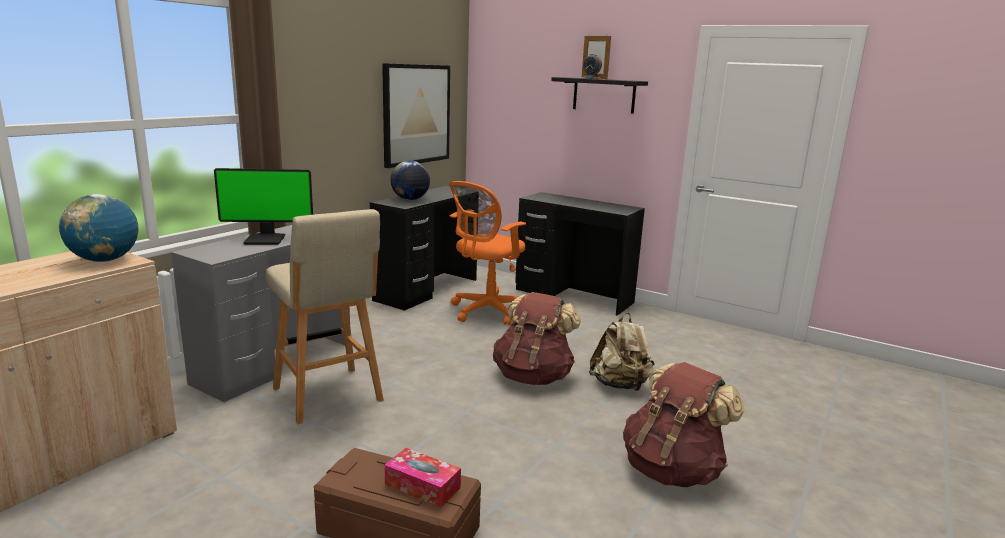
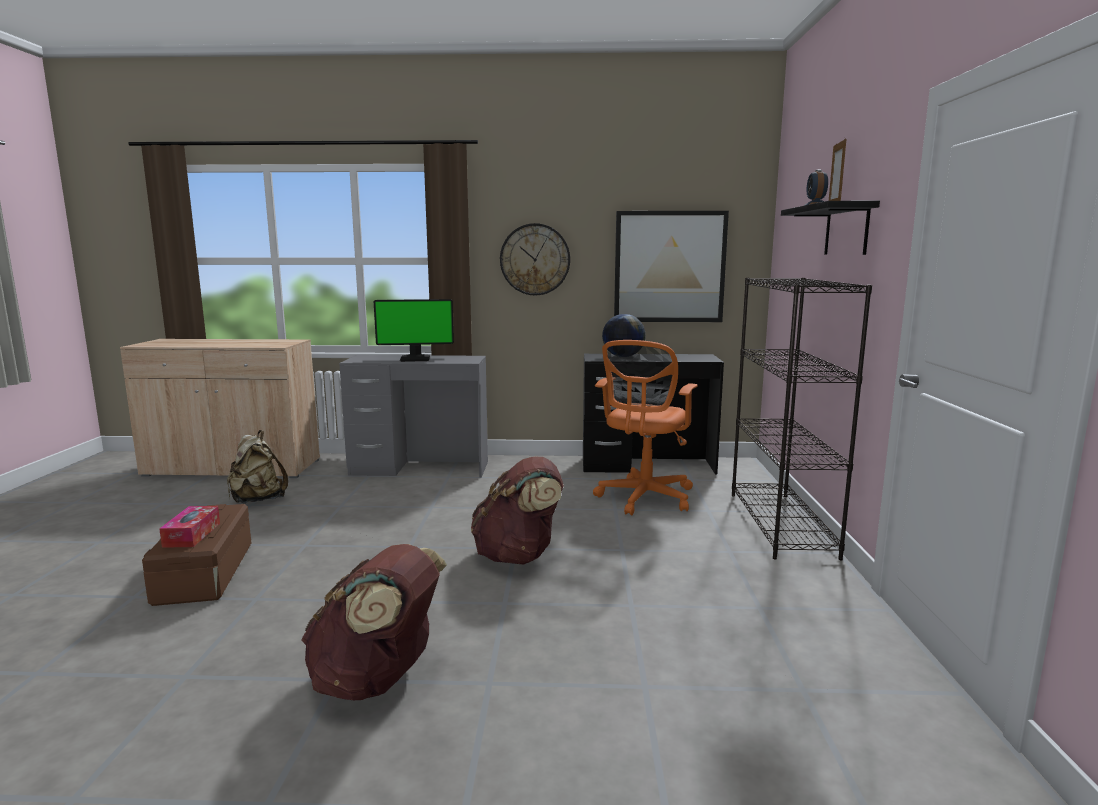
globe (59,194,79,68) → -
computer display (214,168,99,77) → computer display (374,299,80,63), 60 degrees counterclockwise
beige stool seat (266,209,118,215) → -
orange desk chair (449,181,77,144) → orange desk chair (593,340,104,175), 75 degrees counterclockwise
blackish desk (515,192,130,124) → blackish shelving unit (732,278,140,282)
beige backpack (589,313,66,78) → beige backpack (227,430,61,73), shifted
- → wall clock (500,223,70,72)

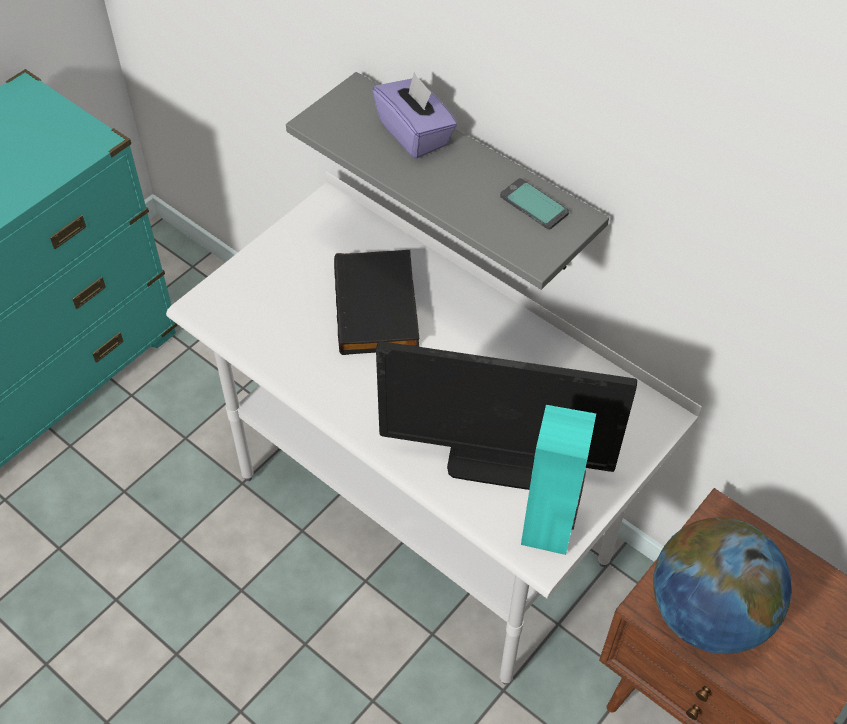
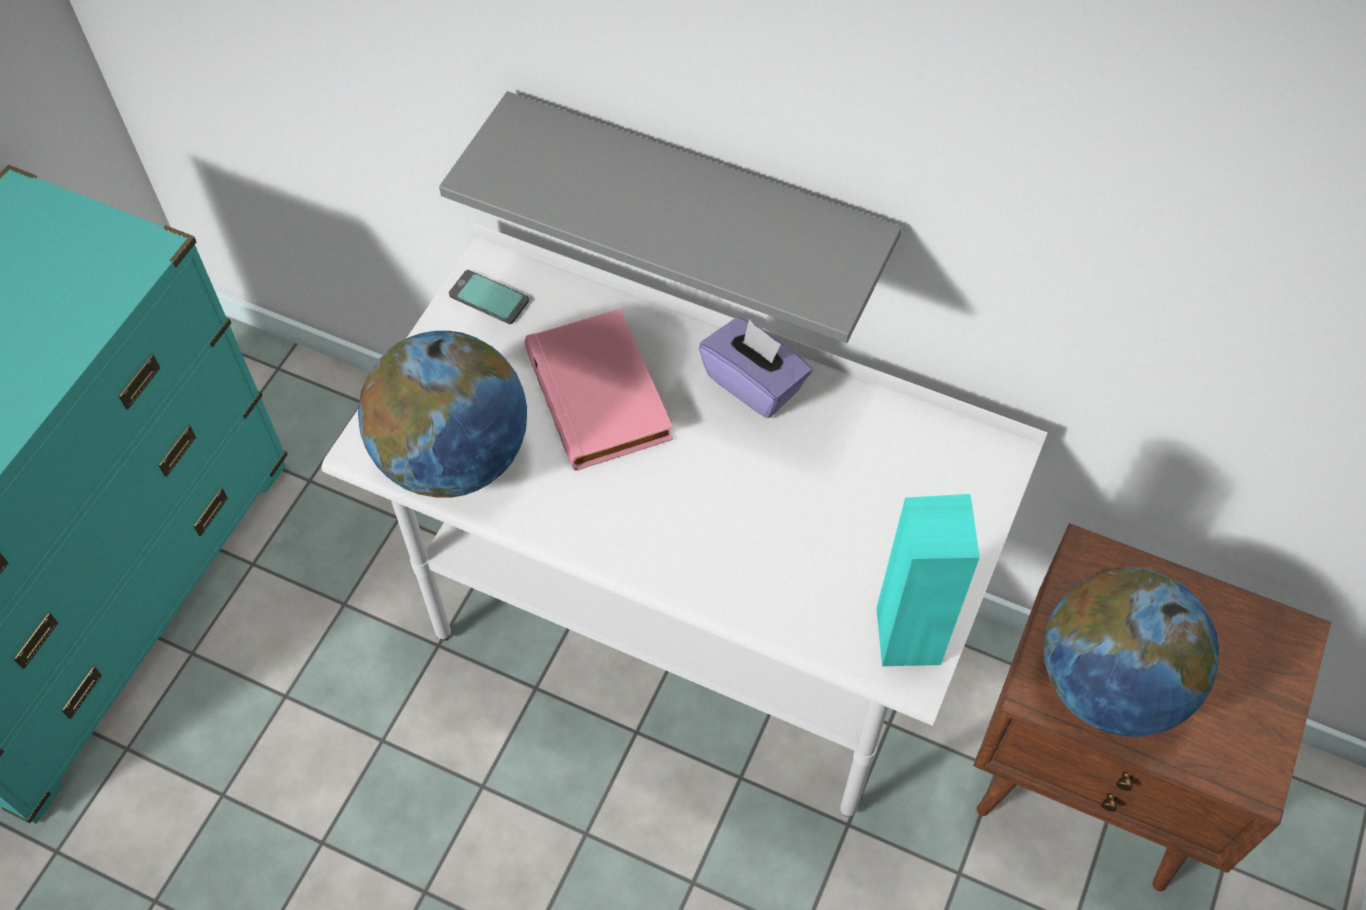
blackish volume (334,250,85,105) → pinkish volume (525,308,148,163)
purple-coloured tissue holder (373,72,84,87) → purple-coloured tissue holder (699,317,113,101), shifted
computer display (376,341,261,149) → -
telephone (500,178,69,51) → telephone (449,270,80,54), shifted
- → globe (358,331,169,167)

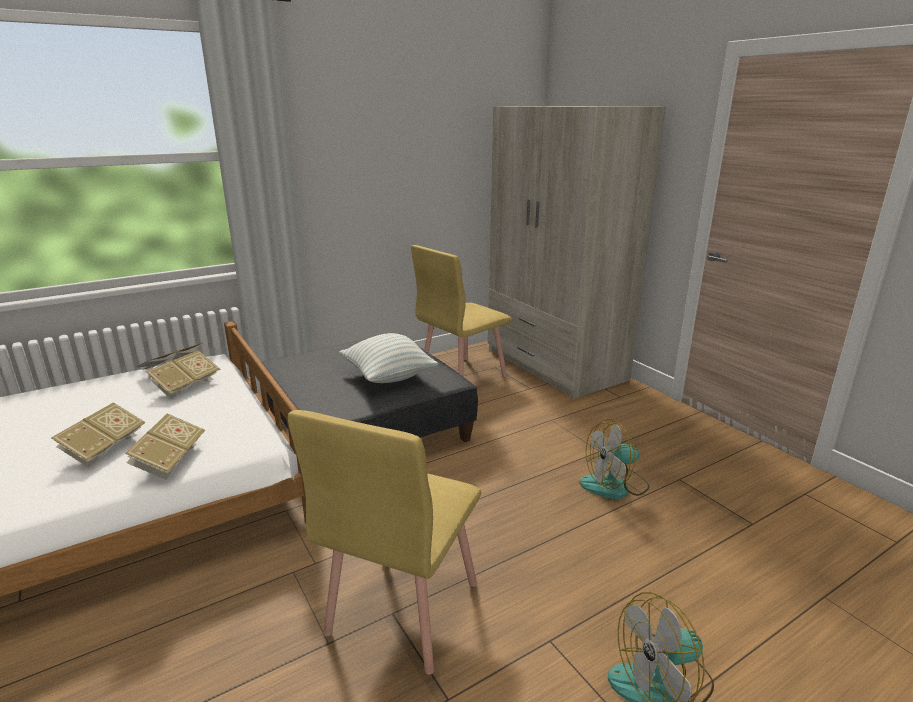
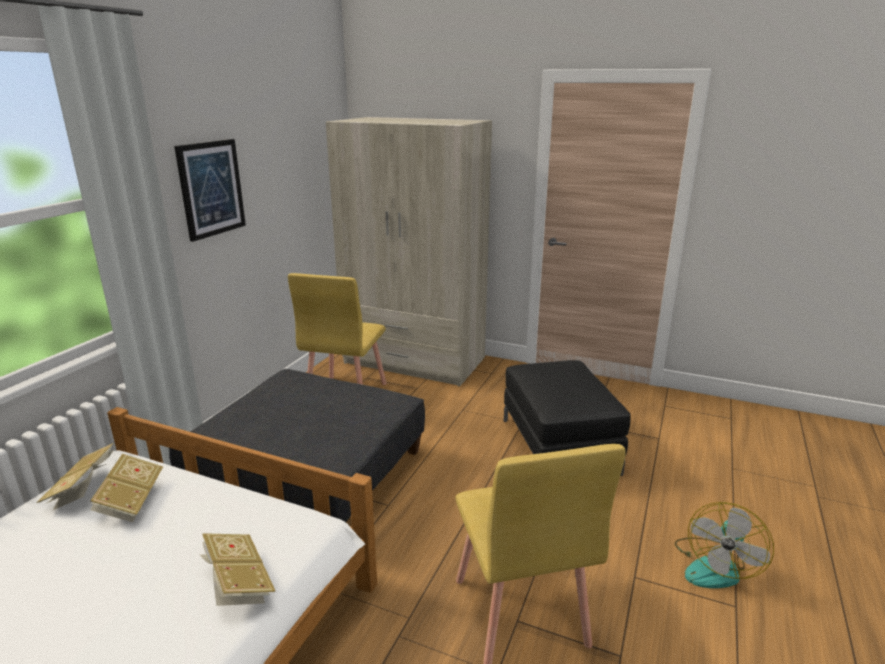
volume (51,402,95,65) → -
pillow (340,333,98,50) → -
cooling fan (579,419,71,80) → blackish ottoman (504,360,127,116)
- → picture (174,139,72,103)

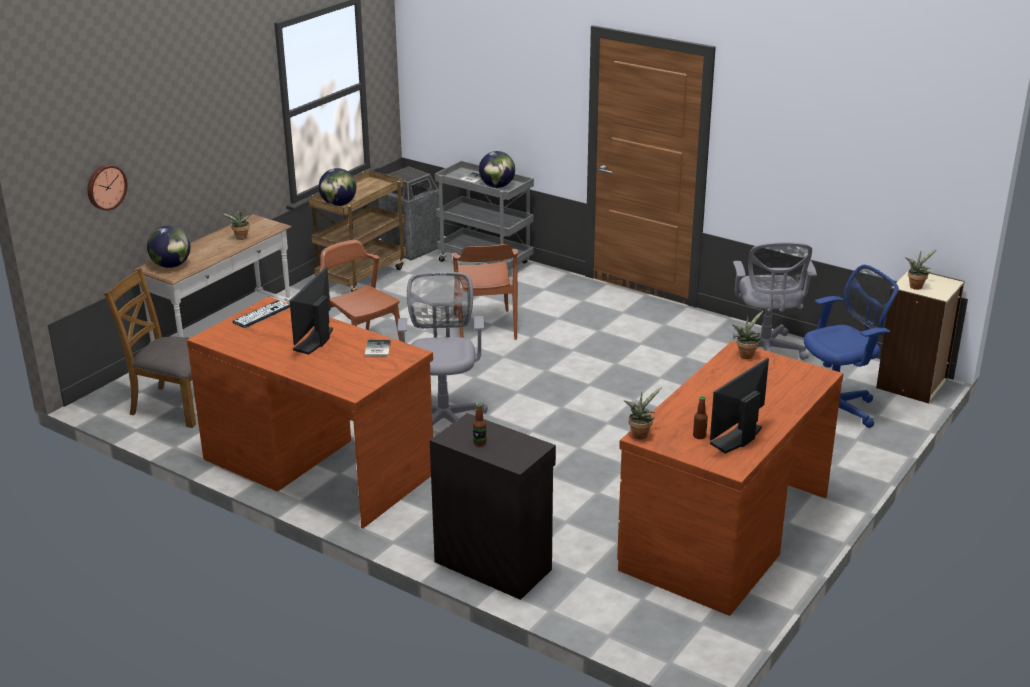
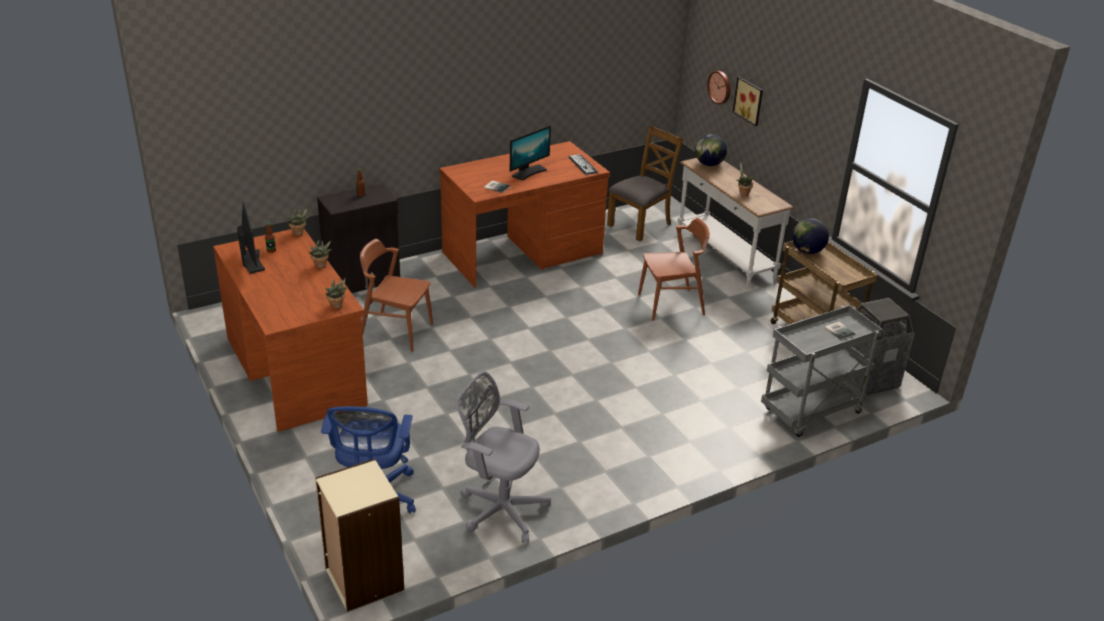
computer display (290,267,43,88) → computer display (510,125,41,56), 90 degrees clockwise
greyish desk chair (397,272,91,153) → -
brownish upright chair (452,244,66,96) → brownish upright chair (360,239,73,113), shifted
globe (479,151,36,37) → -
plant in a pot (905,249,32,41) → plant in a pot (309,240,23,28), shifted
- → picture (733,77,30,49)

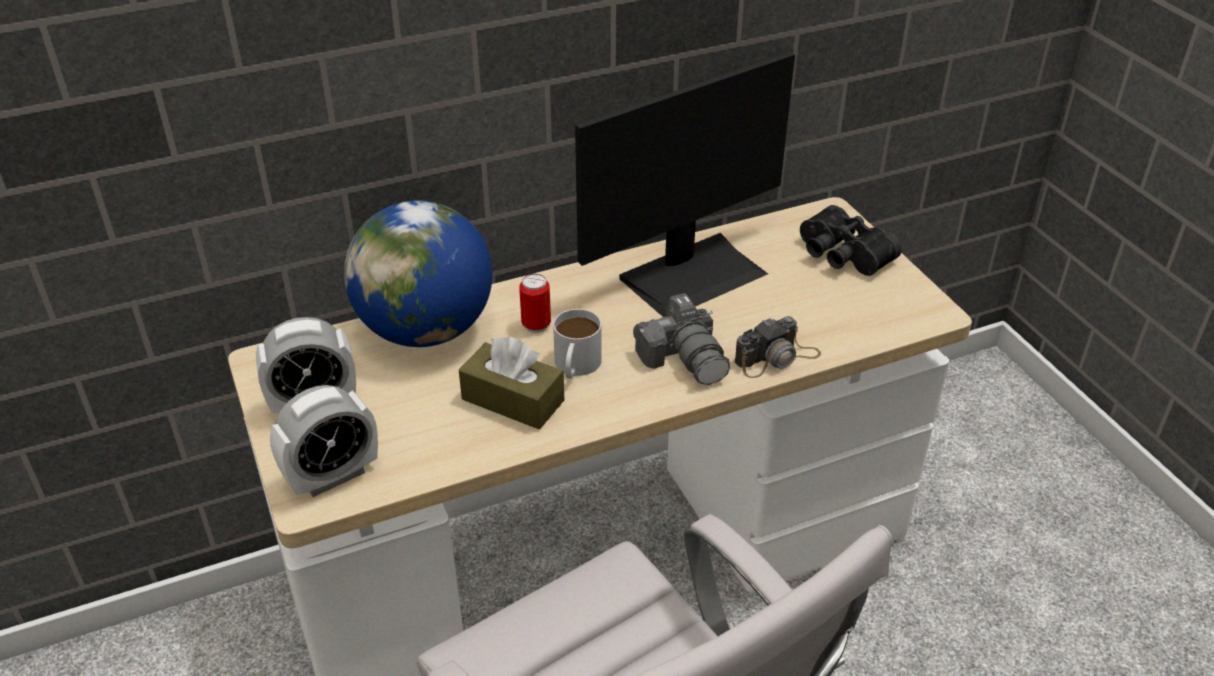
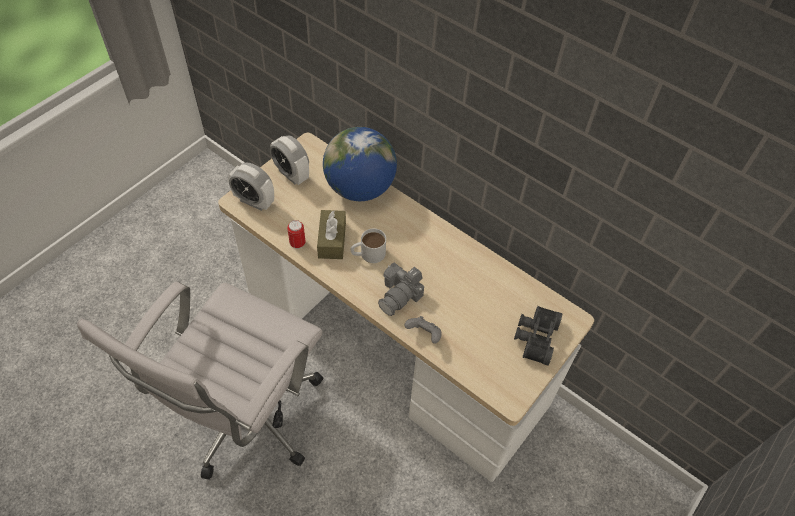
metal can (519,274,32,59) → metal can (287,220,19,29), shifted
computer display (575,52,220,265) → -
photo camera (734,316,87,62) → greyish game controller (405,316,37,28)

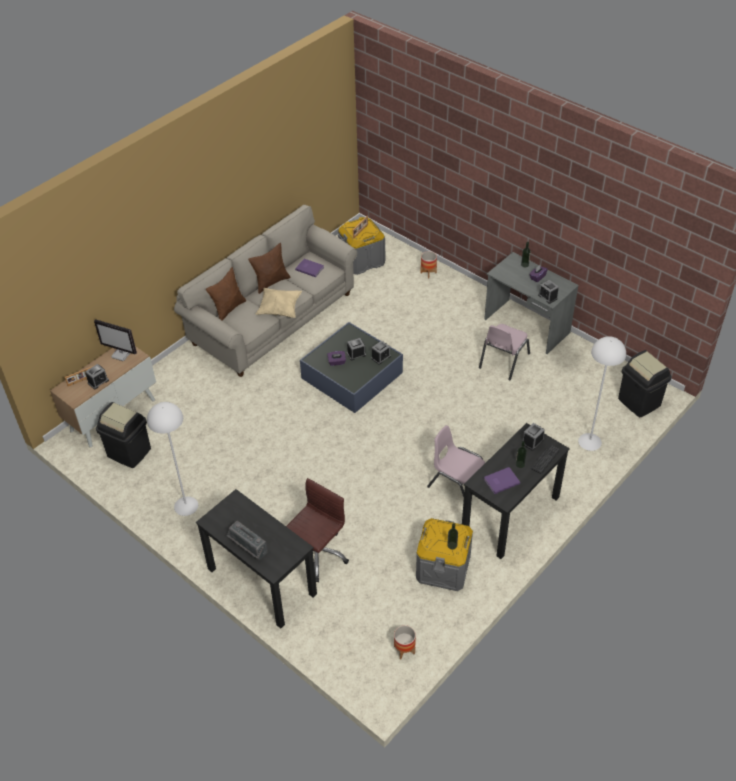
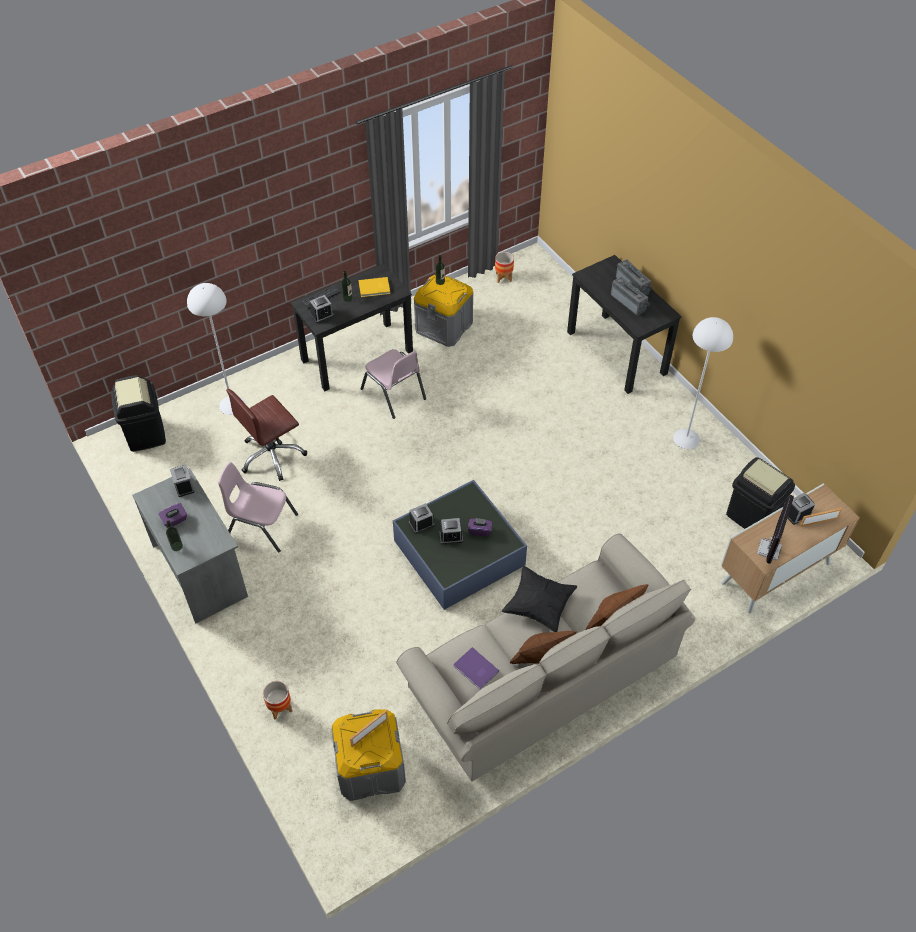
computer display (94,319,43,42) → computer display (757,495,37,69), 75 degrees clockwise
beige pillow (256,288,46,30) → blackish pillow (502,566,75,66)
brownish desk chair (286,478,63,104) → brownish desk chair (226,389,81,92), shifted
pinkish upright chair (479,324,51,57) → pinkish upright chair (218,462,80,91), 120 degrees counterclockwise
purple-coloured volume (484,467,36,27) → yellow volume (359,277,31,20)
- → radio receiver (611,277,39,39)

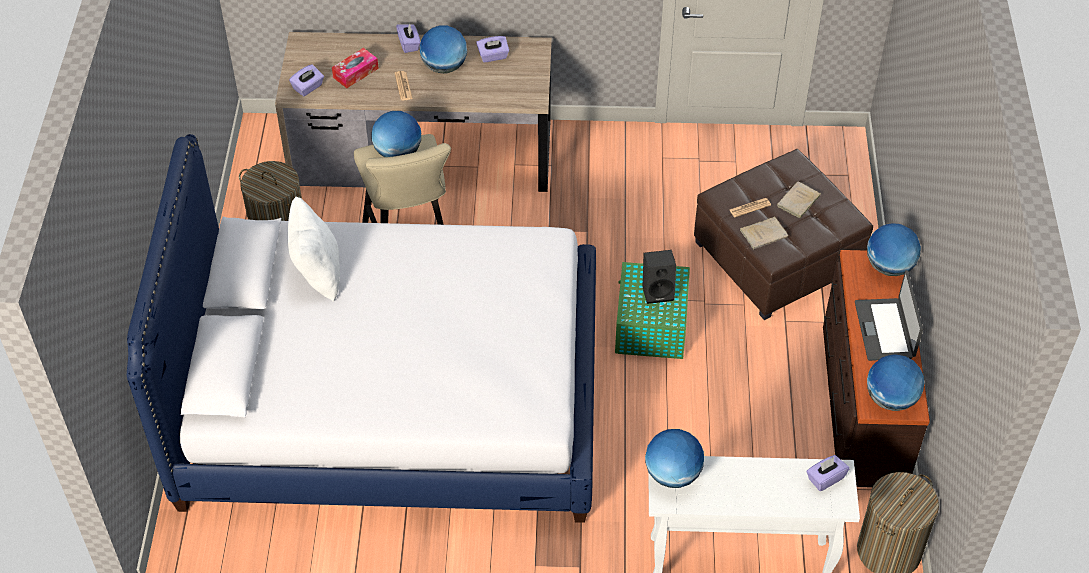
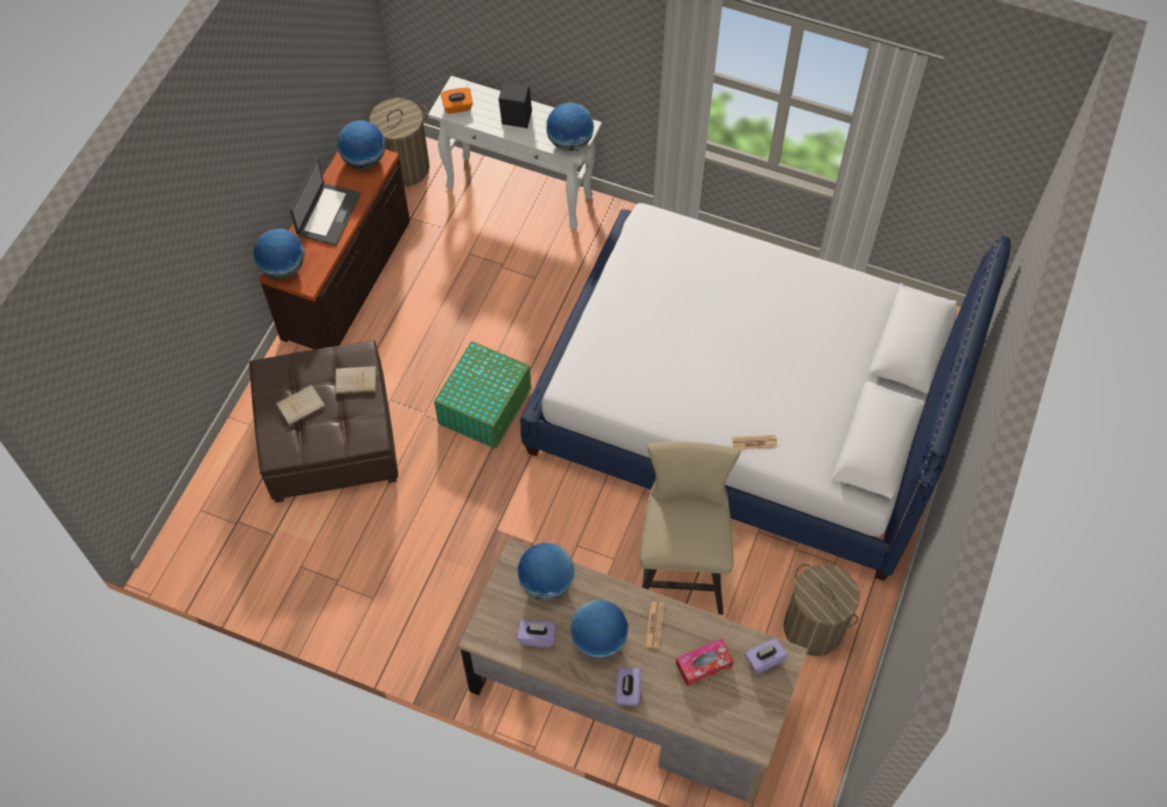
whitish pillow (288,197,52,105) → -
globe (371,111,50,46) → globe (517,543,58,57), shifted
blackish loudspeaker (643,250,33,54) → blackish loudspeaker (499,82,33,46), shifted
newspaper (730,198,41,19) → newspaper (732,435,45,14), shifted
purple-coloured tissue holder (806,455,43,37) → orange tissue holder (441,88,32,26)

